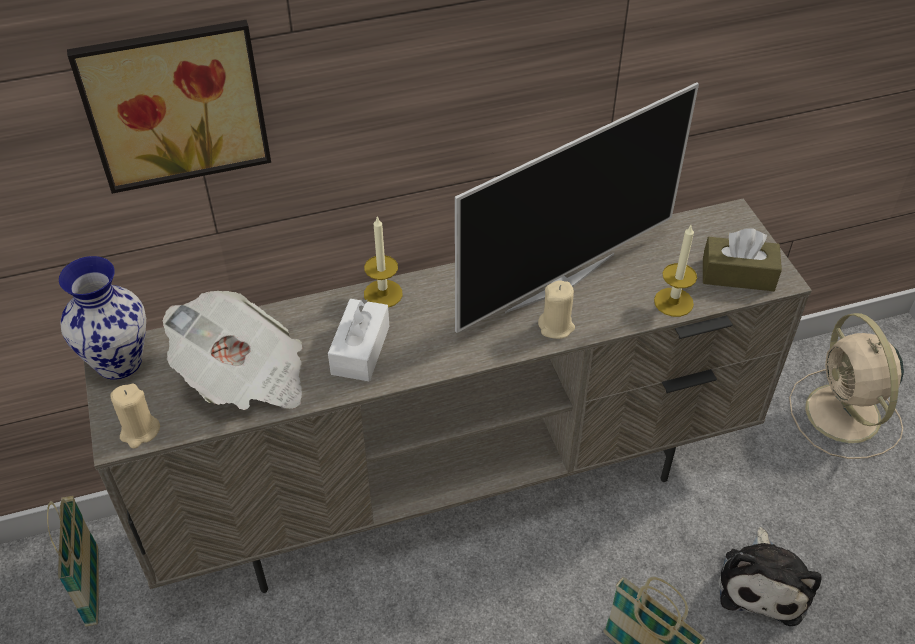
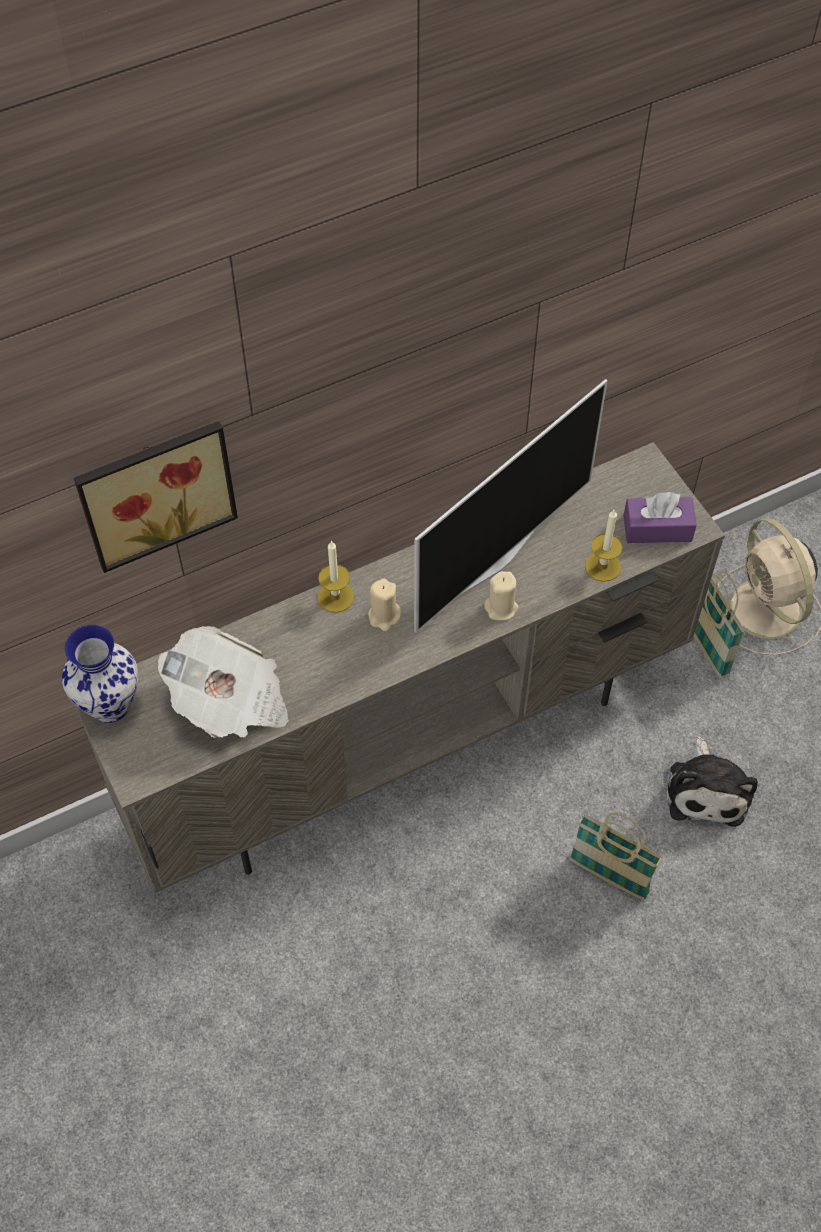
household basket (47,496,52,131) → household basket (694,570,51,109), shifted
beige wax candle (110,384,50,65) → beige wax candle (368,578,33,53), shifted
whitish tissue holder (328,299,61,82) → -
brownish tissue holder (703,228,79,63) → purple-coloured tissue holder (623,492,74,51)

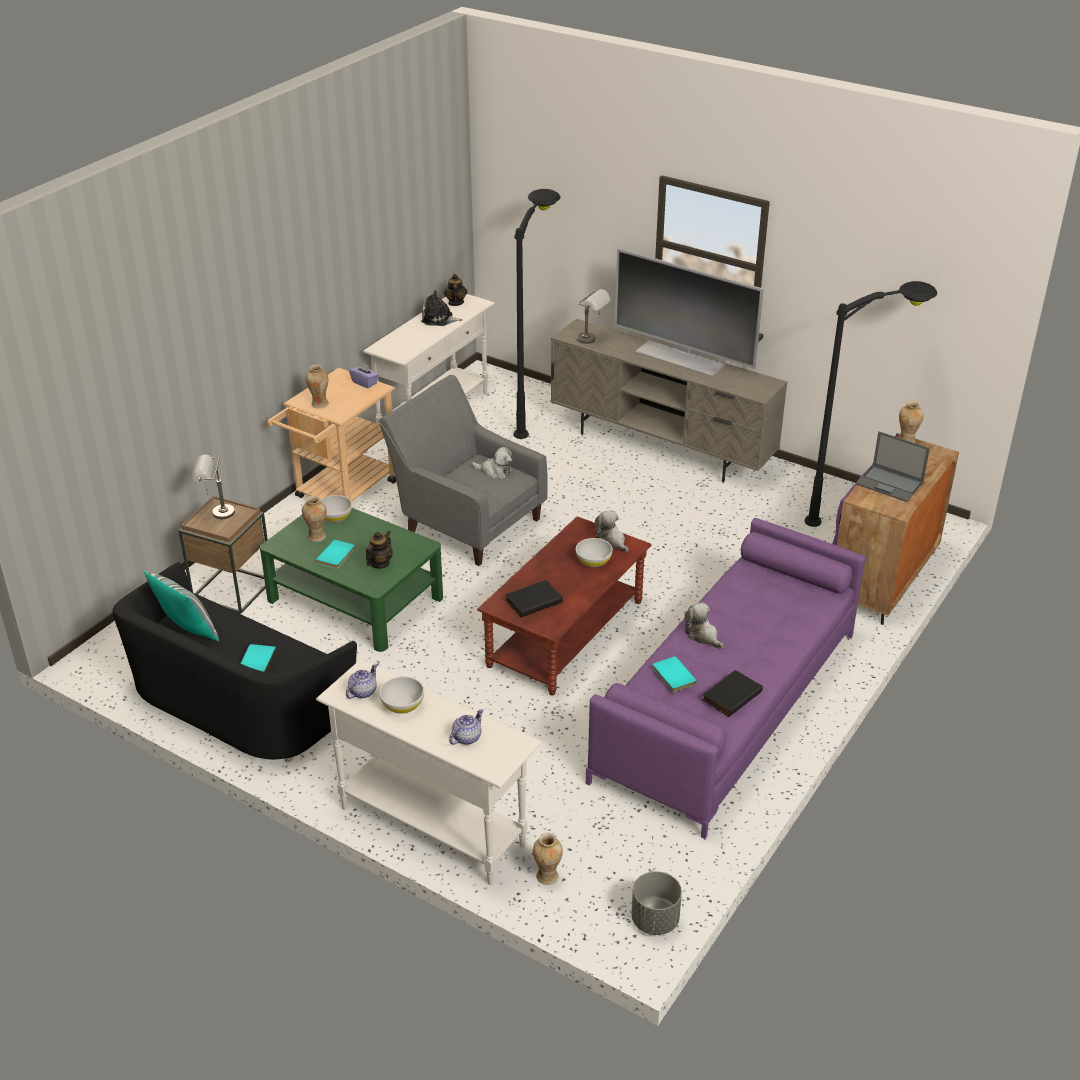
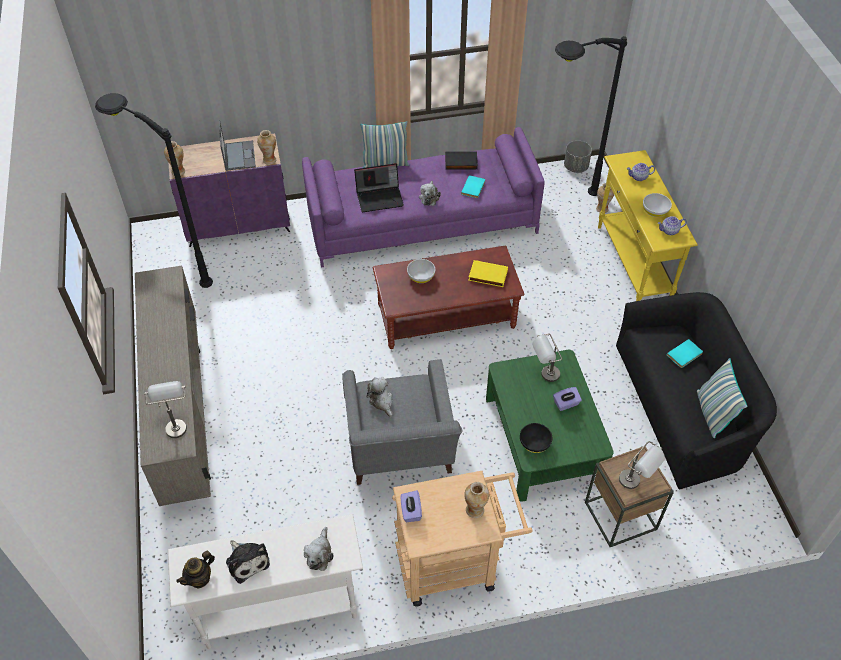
vase (302,496,25,46) → vase (257,130,19,35), shifted
blue-green volume (316,539,39,30) → purple-coloured tissue holder (553,387,29,24)
whitish narrow table (316,659,226,226) → yellow narrow table (598,150,100,151)
whitish bowl (320,495,32,28) → blackish bowl (520,423,32,30)
pot for tea (366,530,27,39) → greyish tabletop lamp (532,334,30,48)
blackish volume (505,580,58,37) → yellow volume (468,260,40,27)
blackish floor lamp (514,189,47,250) → blackish floor lamp (555,36,72,160), shifted
plush toy (595,510,34,42) → plush toy (304,527,30,44), shifted
TV (615,248,149,128) → -
- → laptop (354,163,50,49)
- → pillow (360,121,49,47)

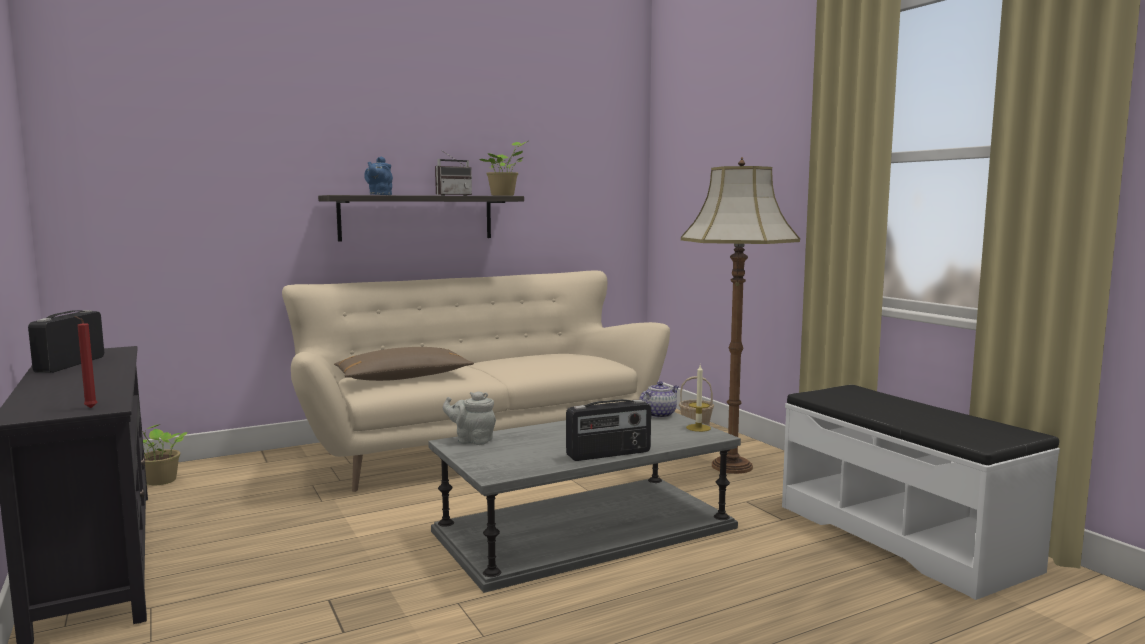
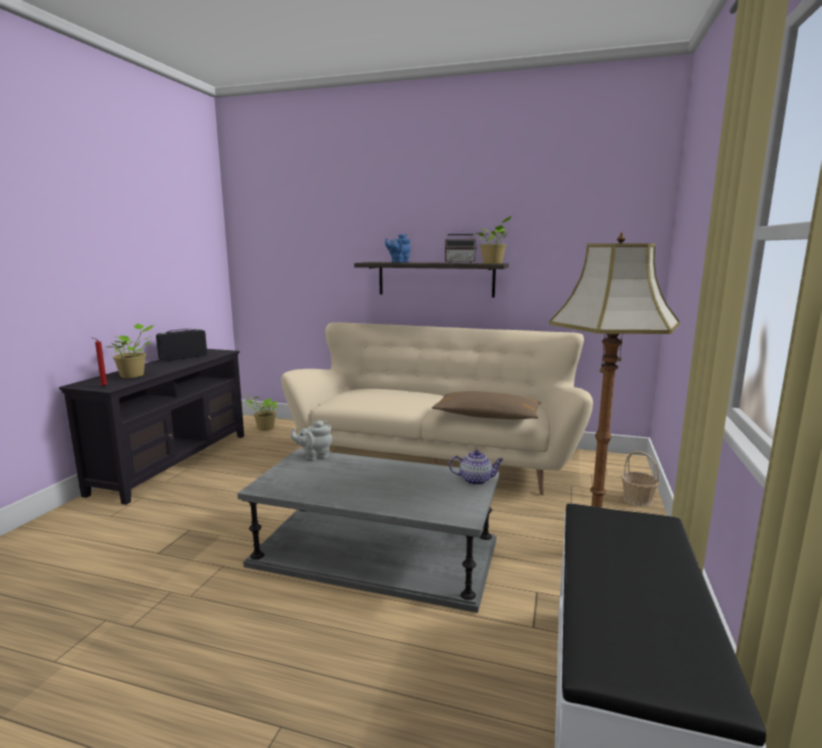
brownish pillow (334,347,140,34) → brownish pillow (432,391,110,28), shifted
greyish pot for tea (443,391,53,54) → greyish pot for tea (290,420,43,41), 75 degrees counterclockwise
radio receiver (566,399,85,62) → -
wax candle (686,365,25,67) → -
- → plant in a pot (108,324,46,54)

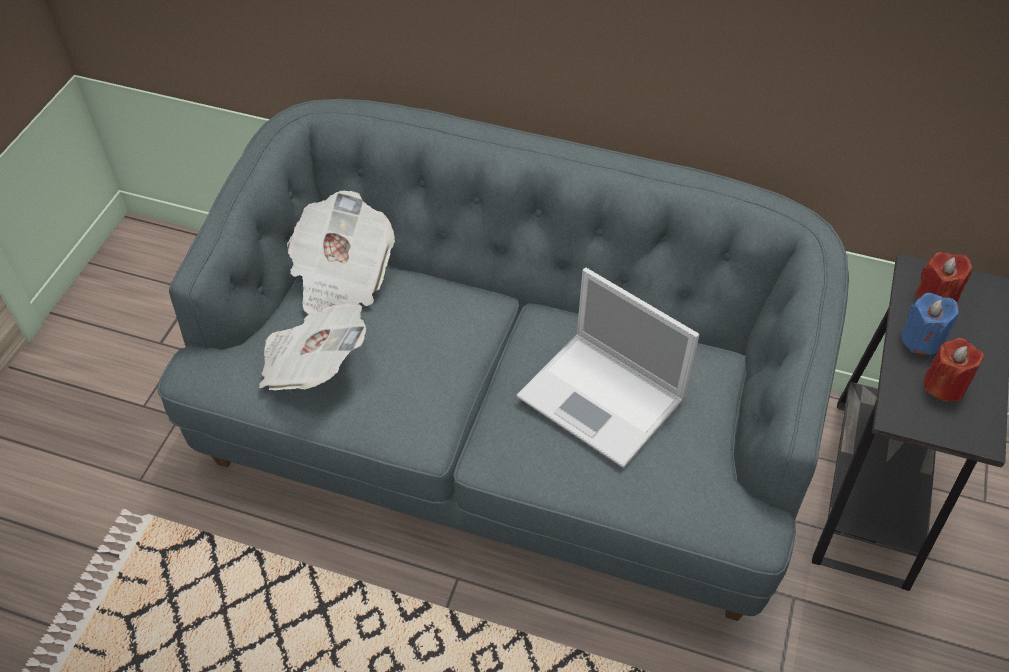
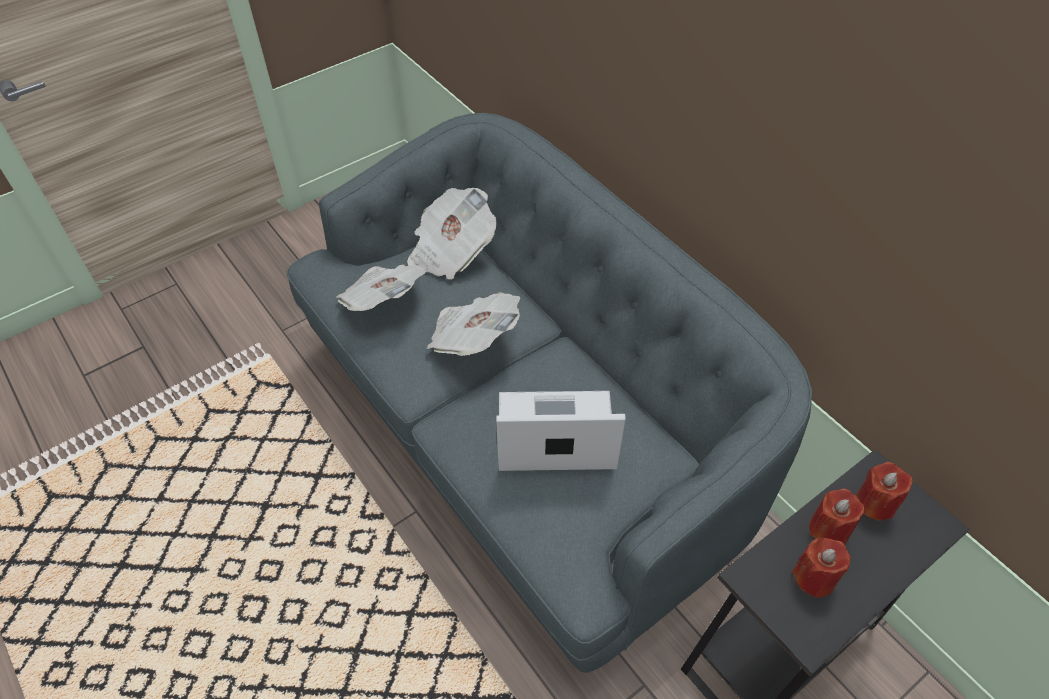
laptop (517,268,183,200) → laptop (496,391,130,80), 105 degrees clockwise
bluish wax candle (901,293,58,62) → red-coloured wax candle (809,488,56,57)
- → newspaper (427,292,93,64)

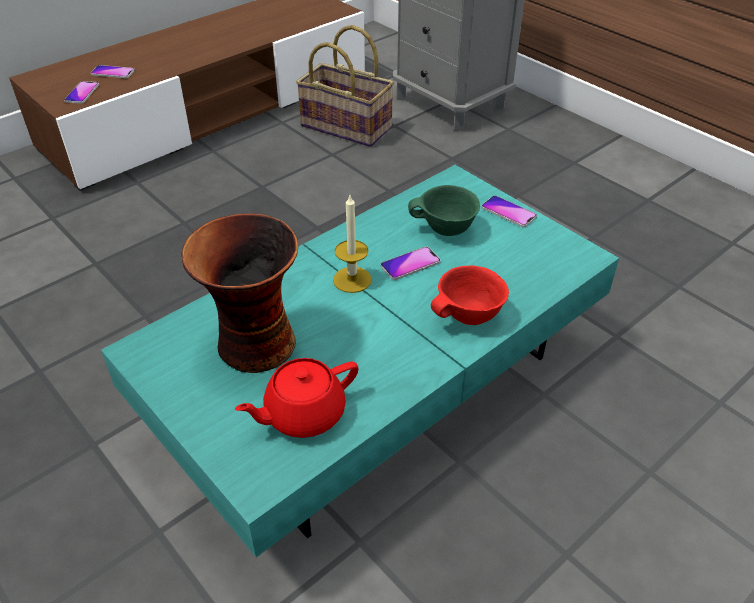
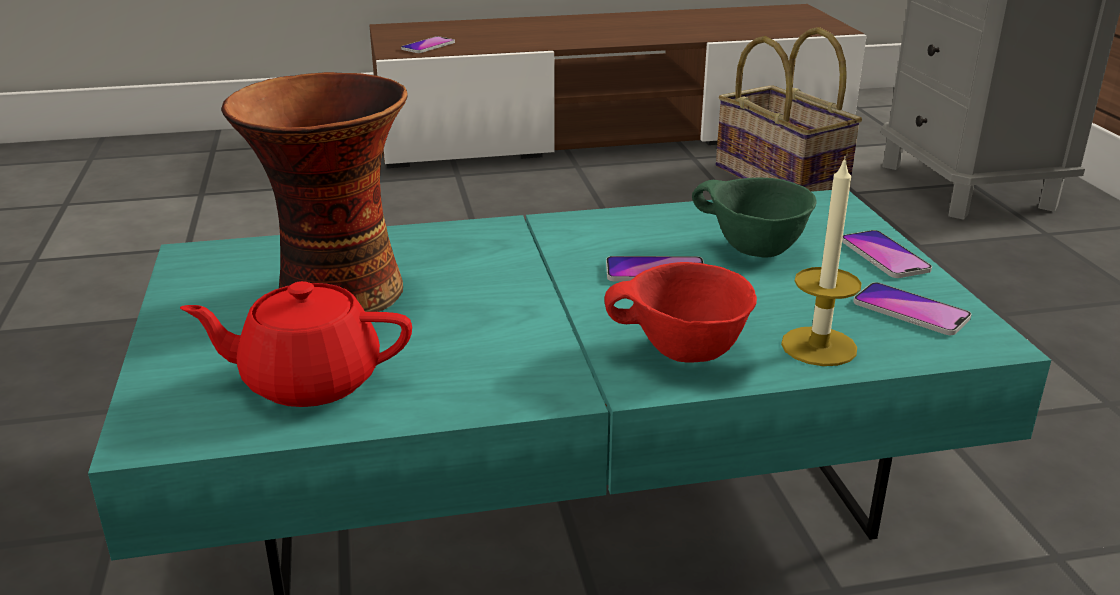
telephone (91,65,44,13) → telephone (853,282,119,53), shifted
wax candle (333,195,39,98) → wax candle (781,156,81,210), shifted

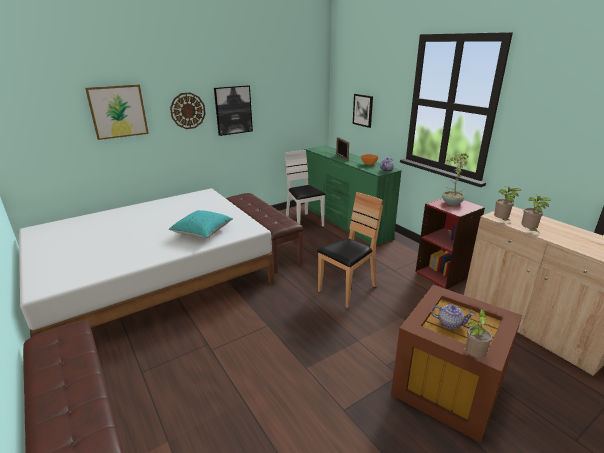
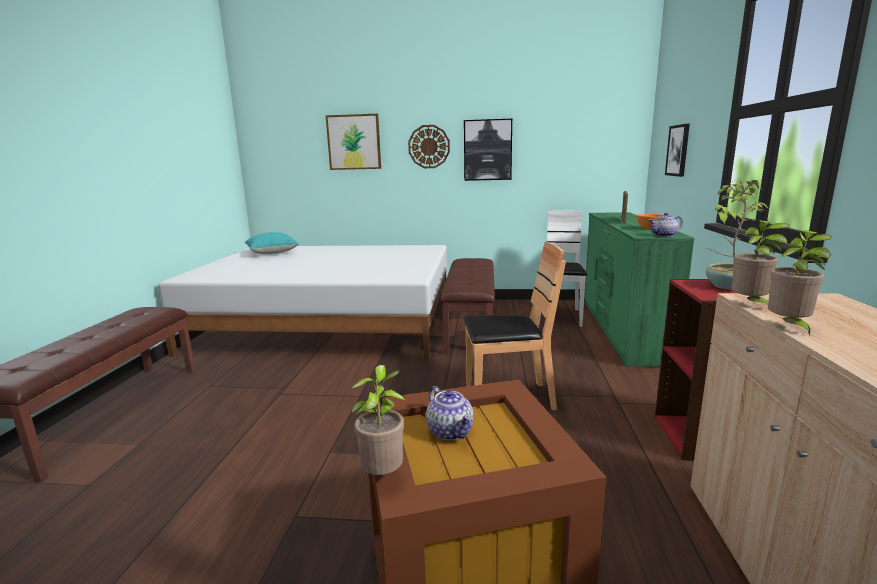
blue-green pillow (169,210,64,28) → blue-green pillow (245,232,54,22), shifted

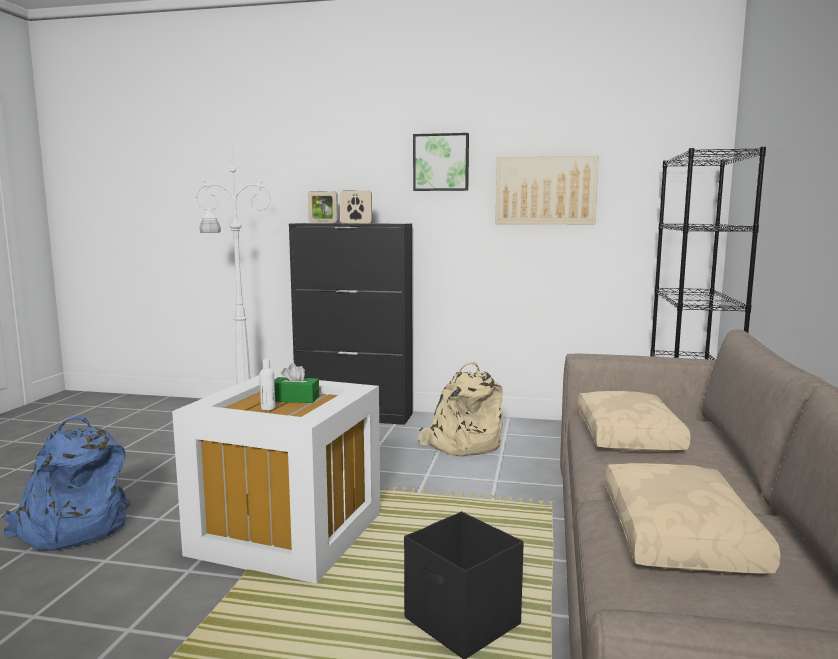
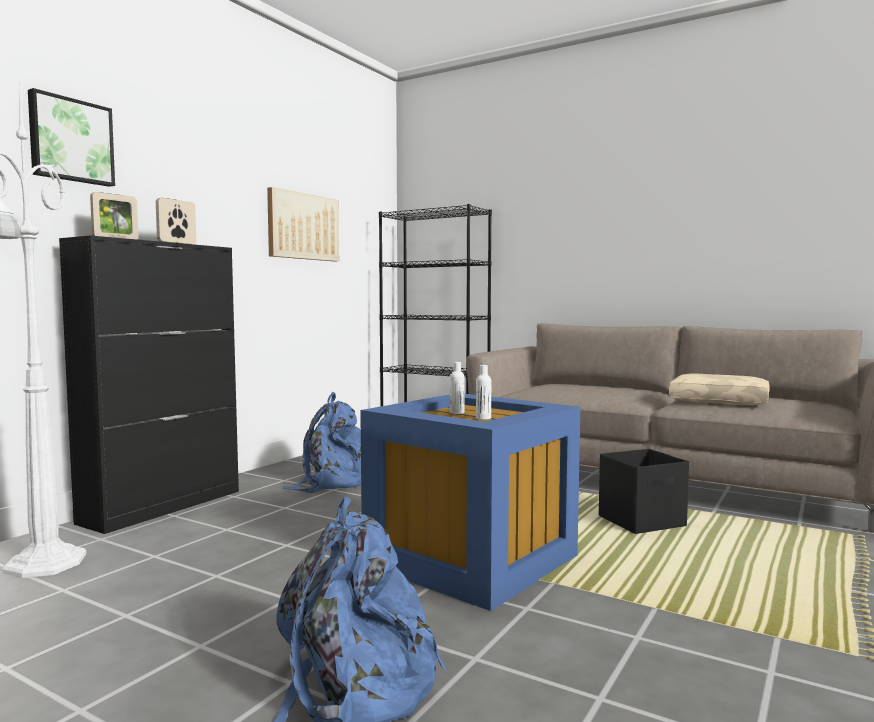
whitish storage box (172,375,208,209) → bluish storage box (360,394,220,217)
green tissue holder (274,363,45,40) → whitish bottle (450,362,15,52)
picture (413,133,56,58) → picture (28,88,87,99), shifted
beige backpack (418,362,85,95) → bluish backpack (282,392,79,101)
beige pillow (578,391,113,60) → -

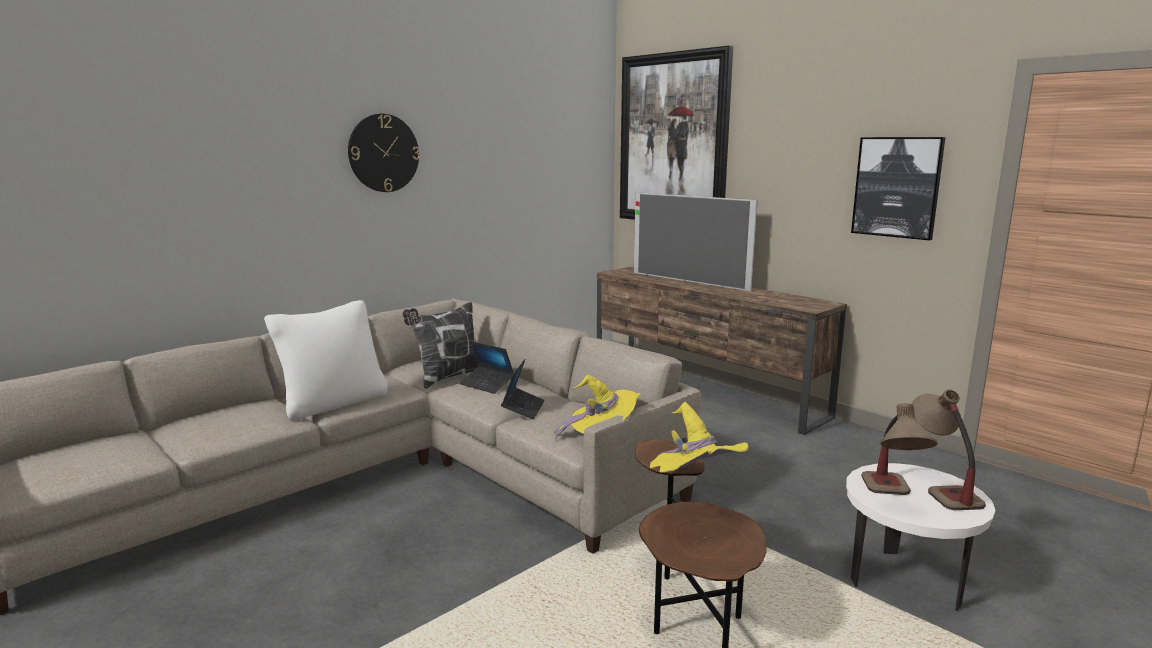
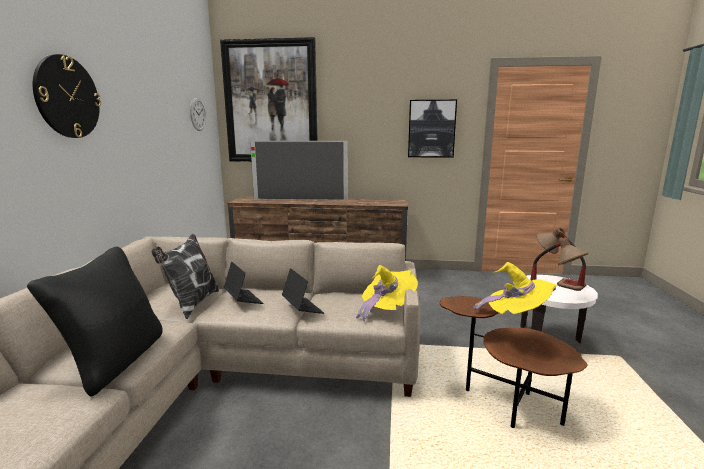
whitish pillow (264,300,124,120) → blackish pillow (27,246,136,150)
laptop (460,341,54,53) → laptop (224,262,39,42), 120 degrees counterclockwise
- → wall clock (190,98,16,33)

